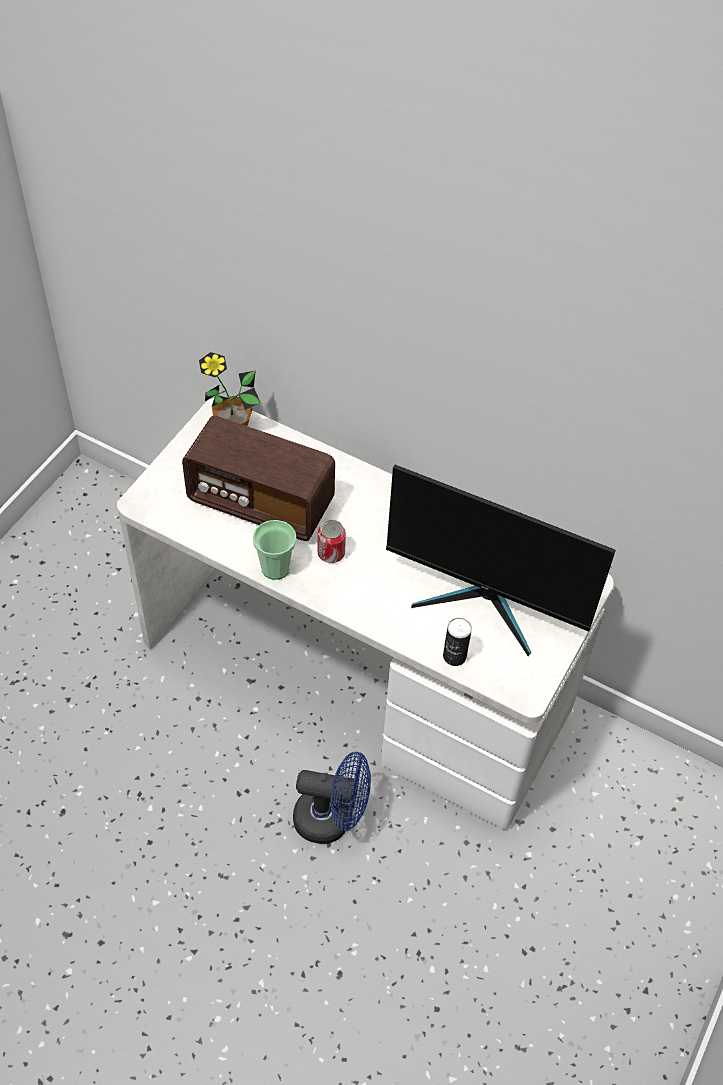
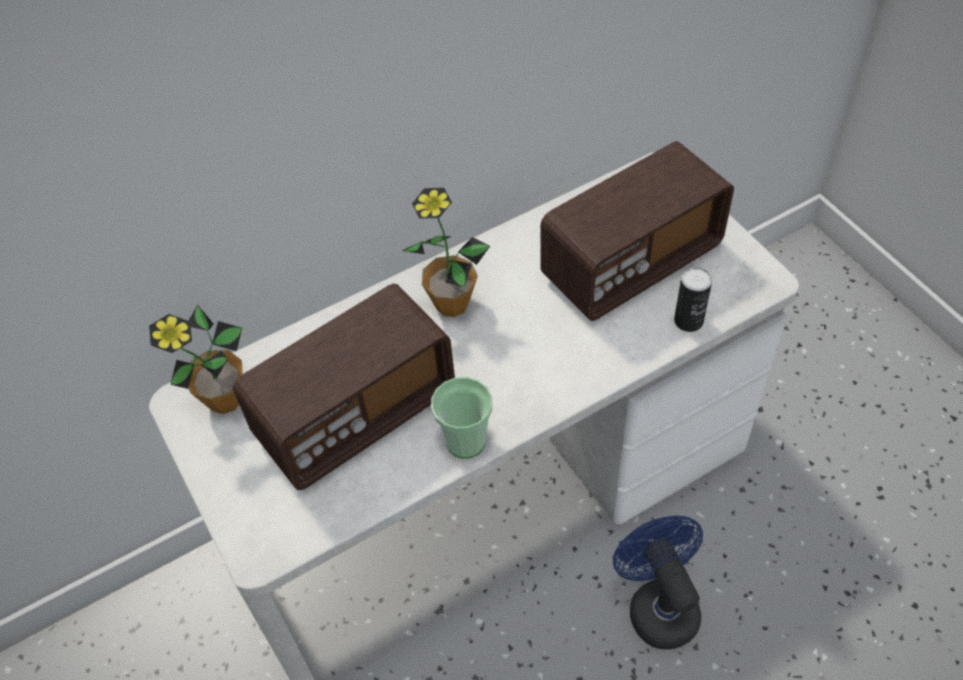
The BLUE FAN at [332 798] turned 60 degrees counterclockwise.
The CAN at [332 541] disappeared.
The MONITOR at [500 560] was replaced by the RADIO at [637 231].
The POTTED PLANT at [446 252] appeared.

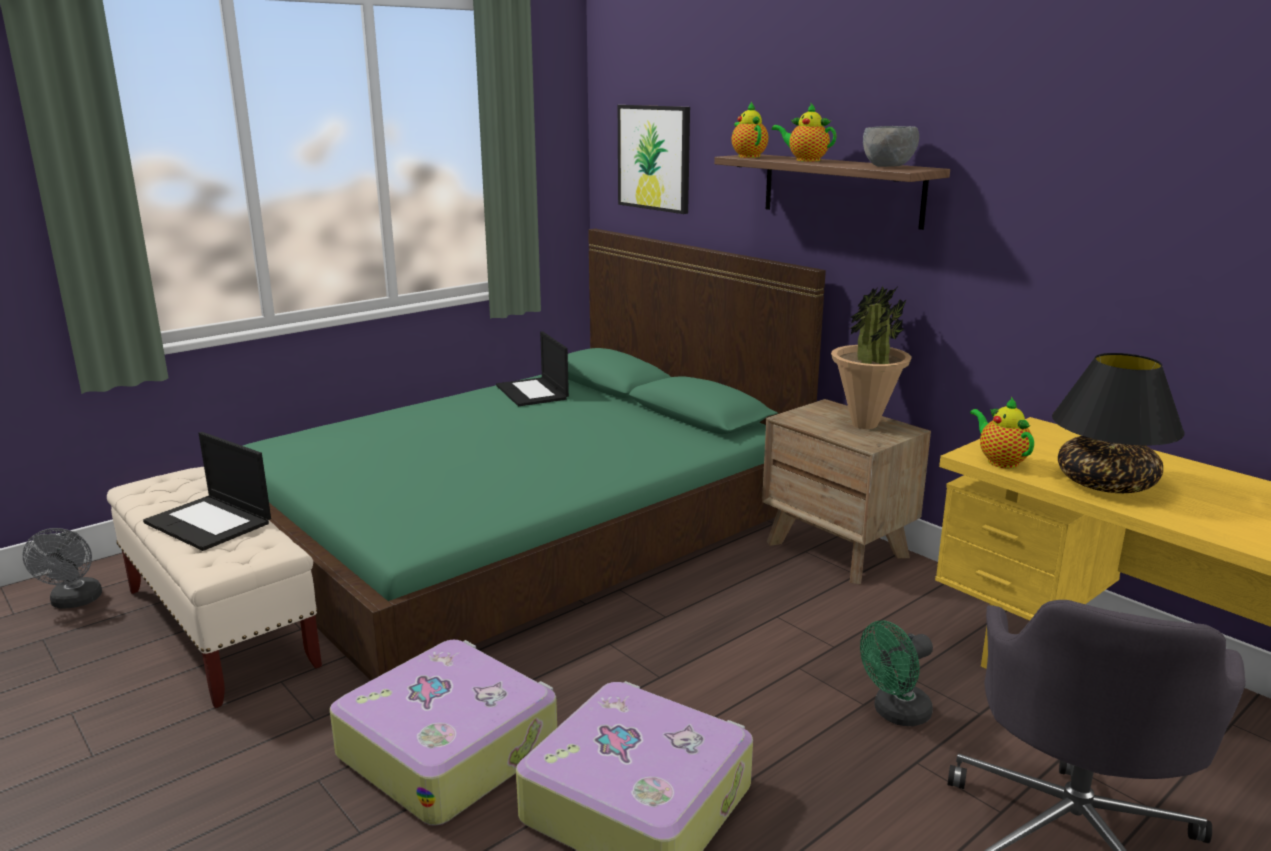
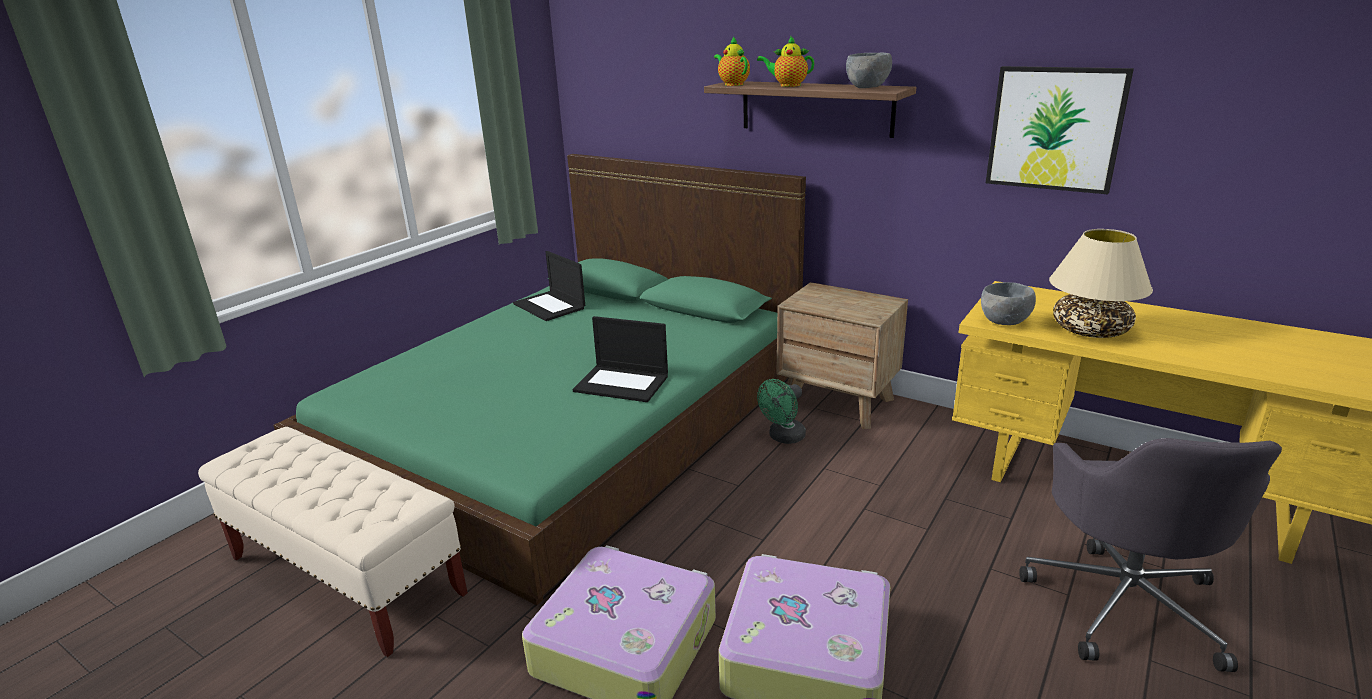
The GREY FAN at [62 568] disappeared.
The LAPTOP moved from [207 491] to [620 359].
The PICTURE moved from [654 159] to [1060 130].
The POTTED PLANT at [871 357] disappeared.
The GREEN FAN moved from [896 673] to [781 411].
The TEAPOT at [1002 433] was replaced by the GREY BOWL at [1008 303].
The BLACK TABLE LAMP at [1118 423] became the BEIGE TABLE LAMP at [1101 283].

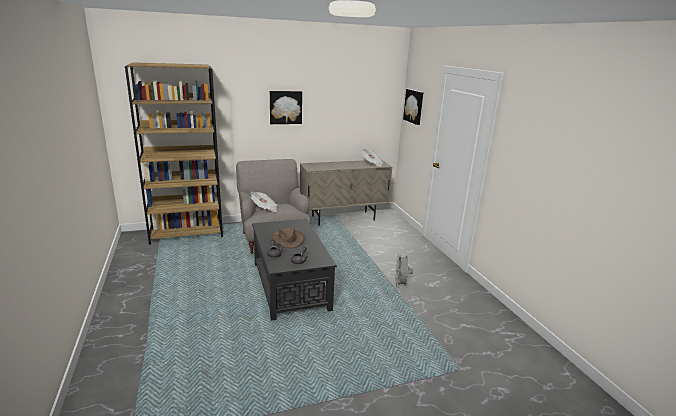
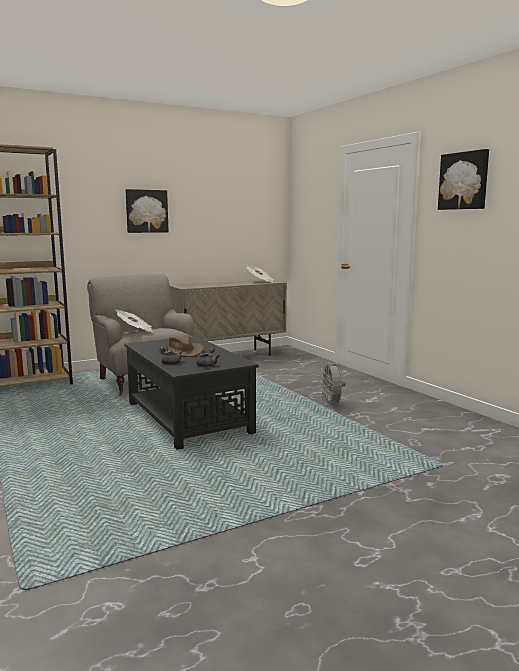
The PICTURE moved from [413 107] to [463 179].

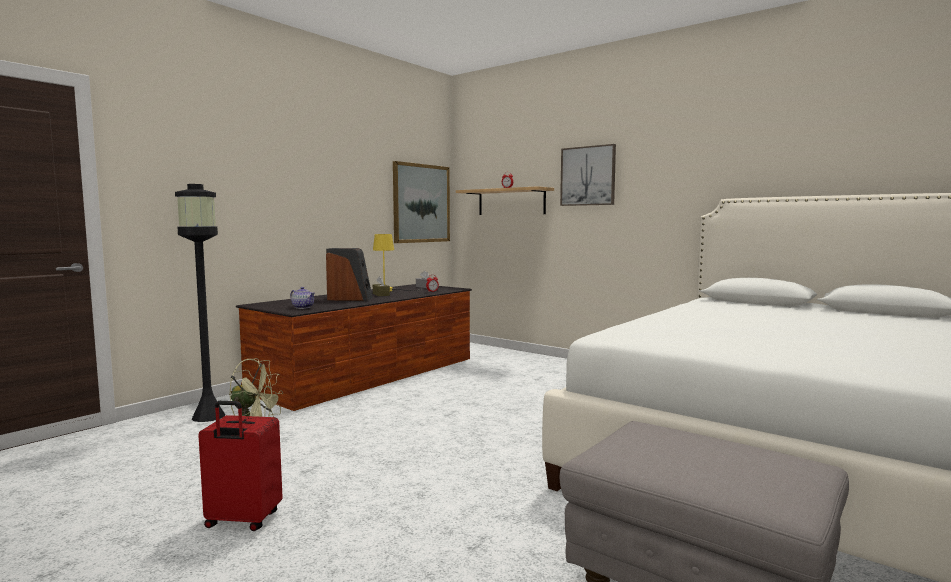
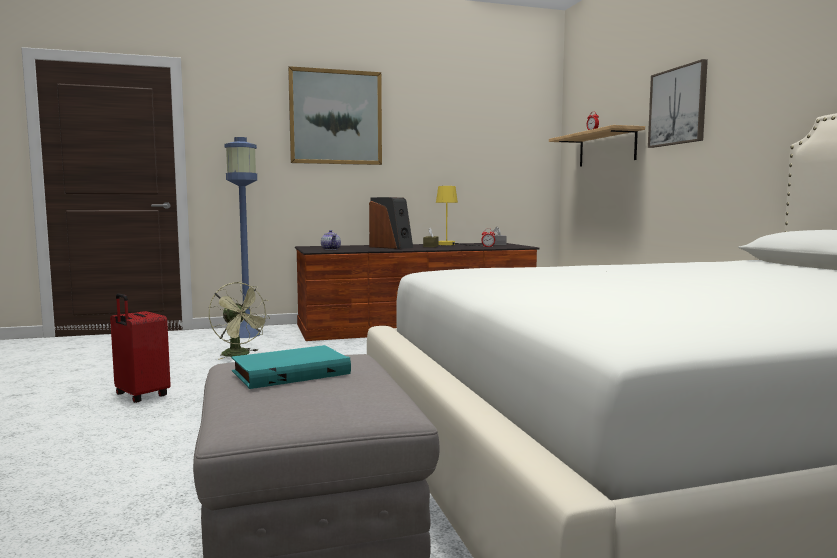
The BLACK FLOOR LAMP at [200 303] became the BLUE FLOOR LAMP at [242 237].
The PICTURE moved from [421 202] to [335 115].
The TURQUOISE BOOK at [291 367] appeared.

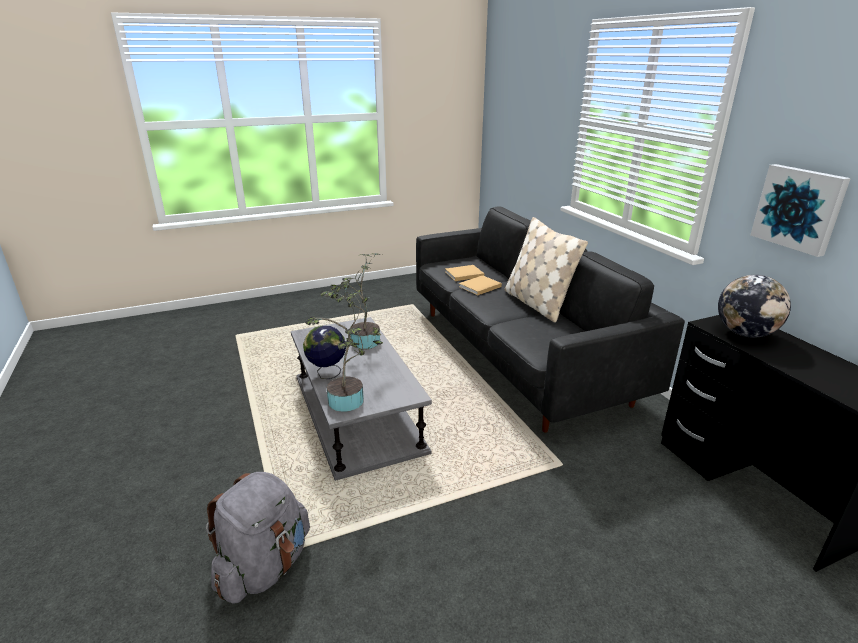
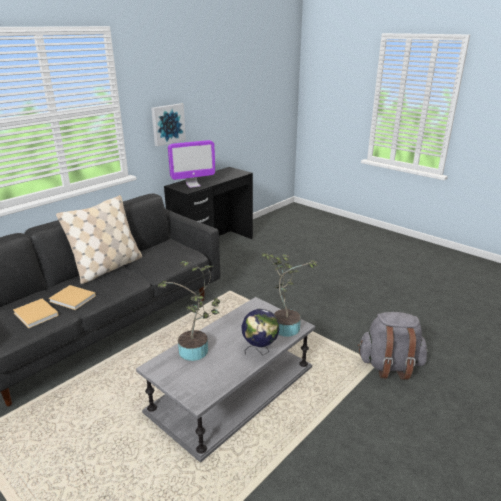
The GLOBE at [754 306] was replaced by the MONITOR at [191 164].

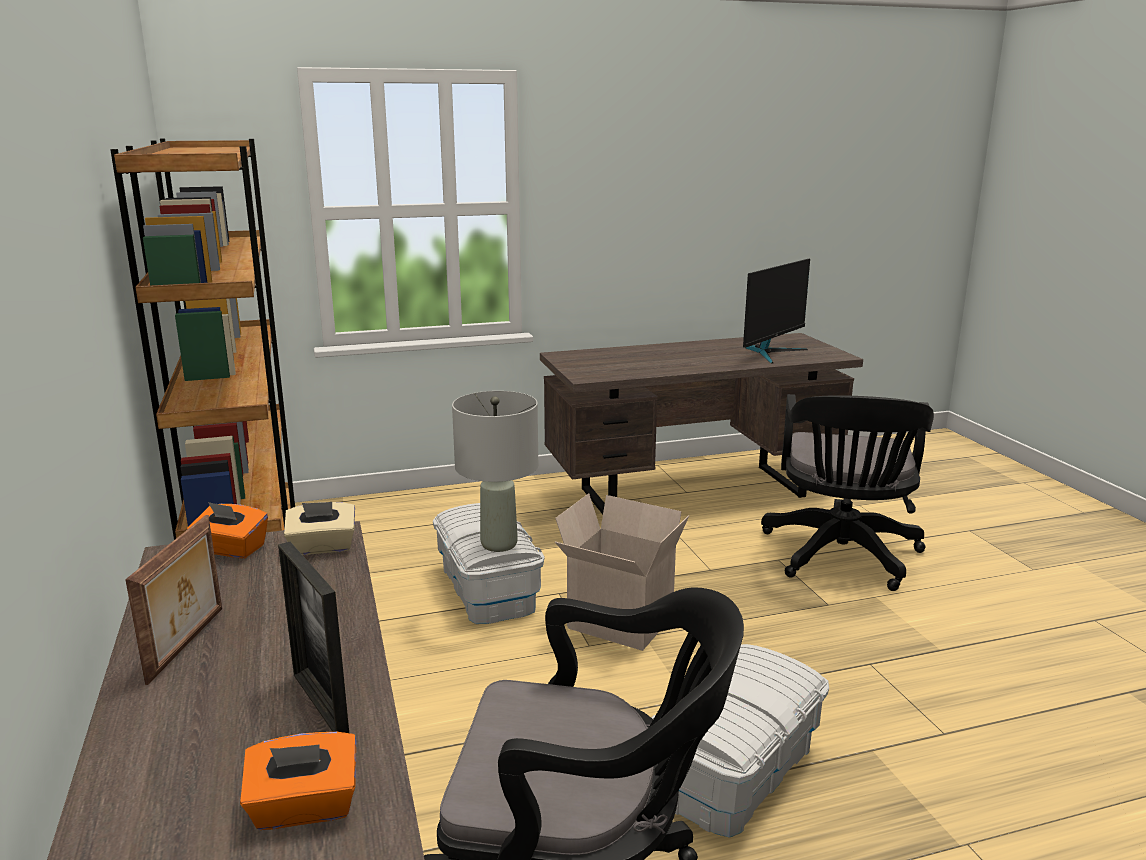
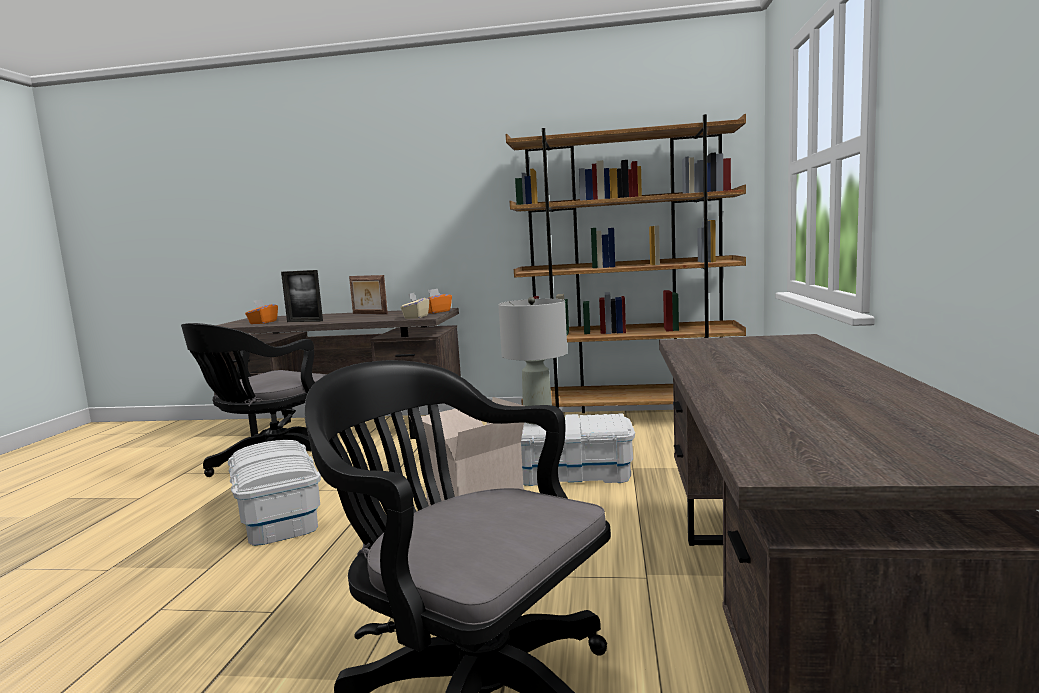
The PICTURE FRAME at [313 637] turned 150 degrees counterclockwise.
The MONITOR at [776 311] disappeared.

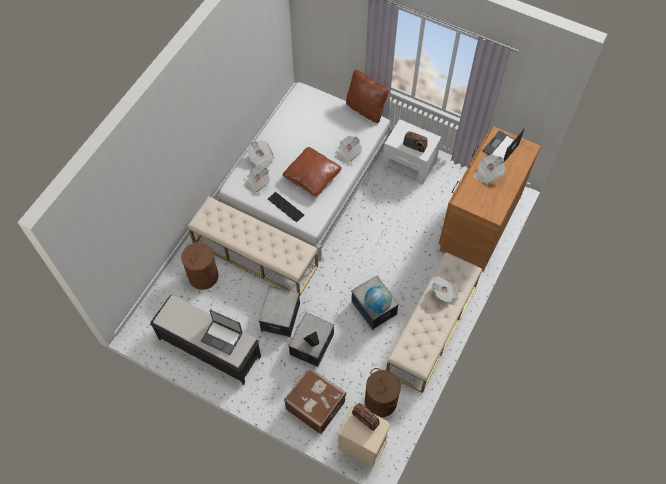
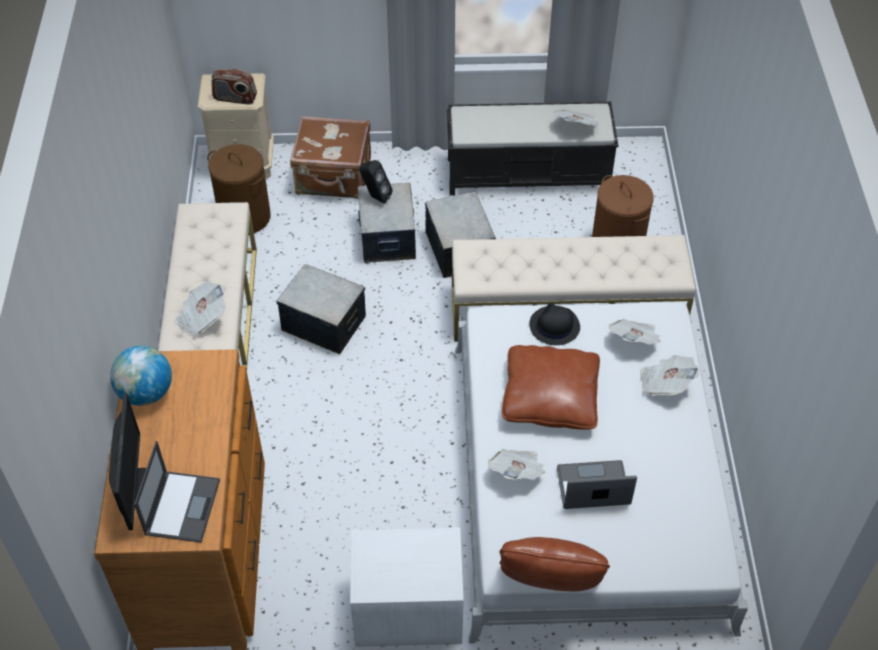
The LAPTOP moved from [221 332] to [597 484].
The KEYBOARD at [286 207] was replaced by the BLACK HAT at [554 324].
The GLOBE moved from [378 299] to [141 376].
The RADIO at [415 141] disappeared.
The NEWSPAPER moved from [489 169] to [575 117].
The MONITOR at [127 462] appeared.

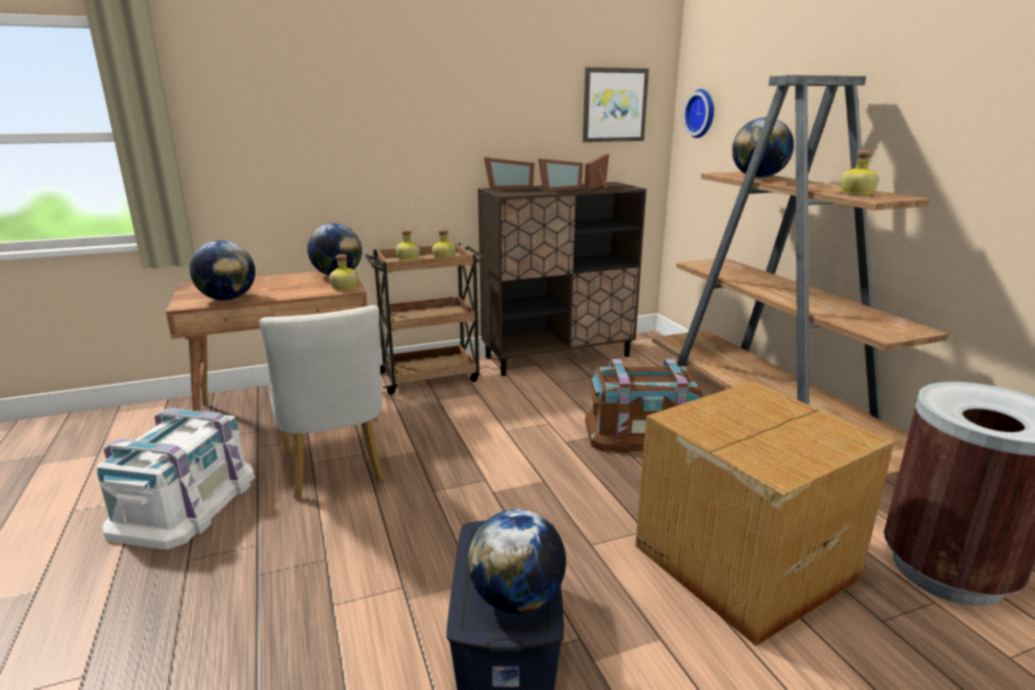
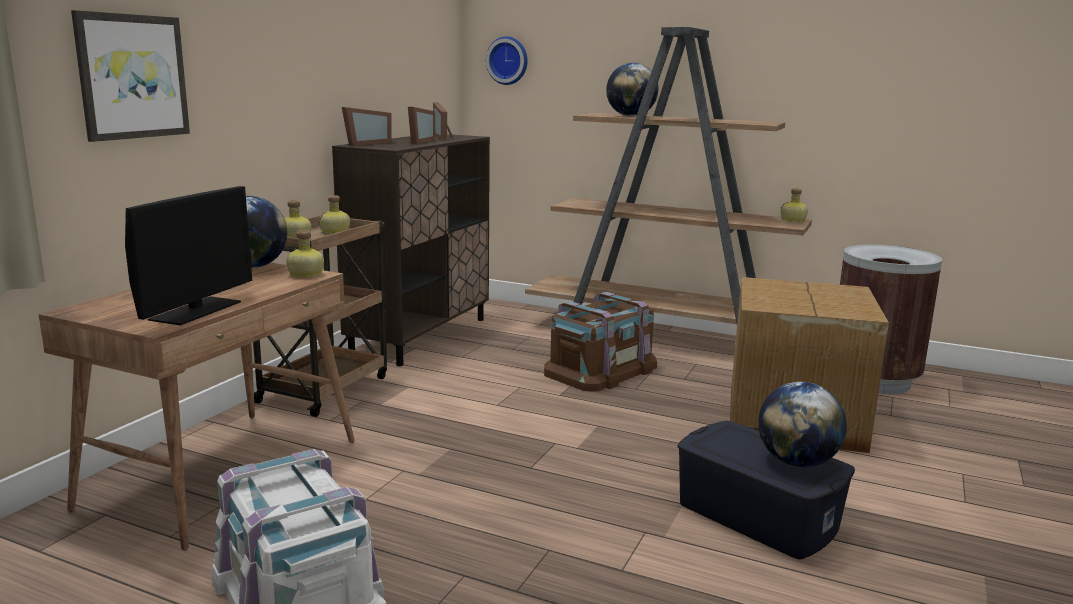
The GLOBE at [222 270] was replaced by the MONITOR at [188 256].
The WHITE CHAIR at [322 402] disappeared.
The PICTURE moved from [616 104] to [130 76].
The BOTTLE moved from [859 173] to [794 205].

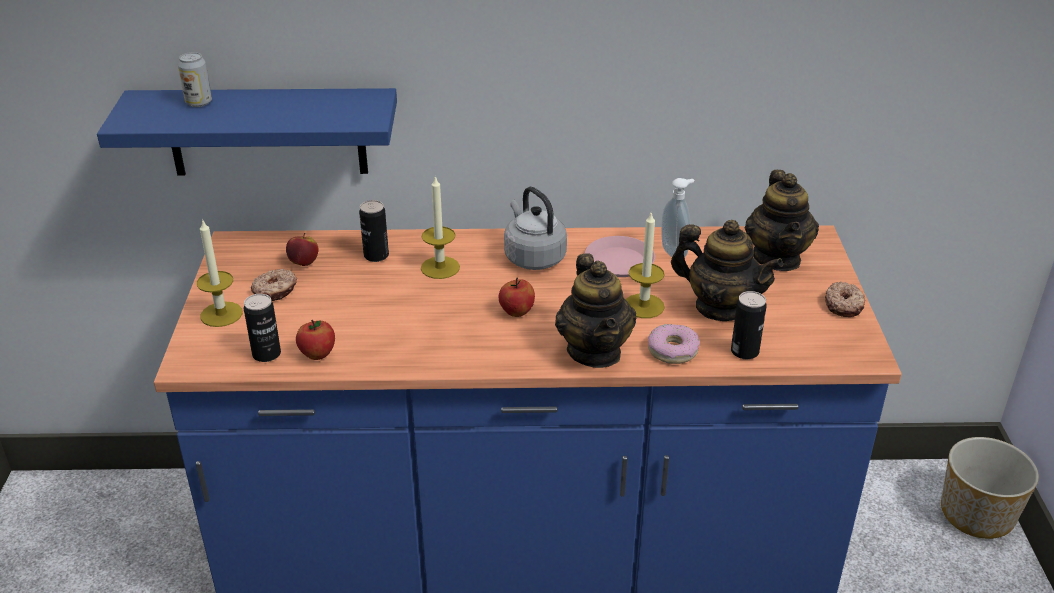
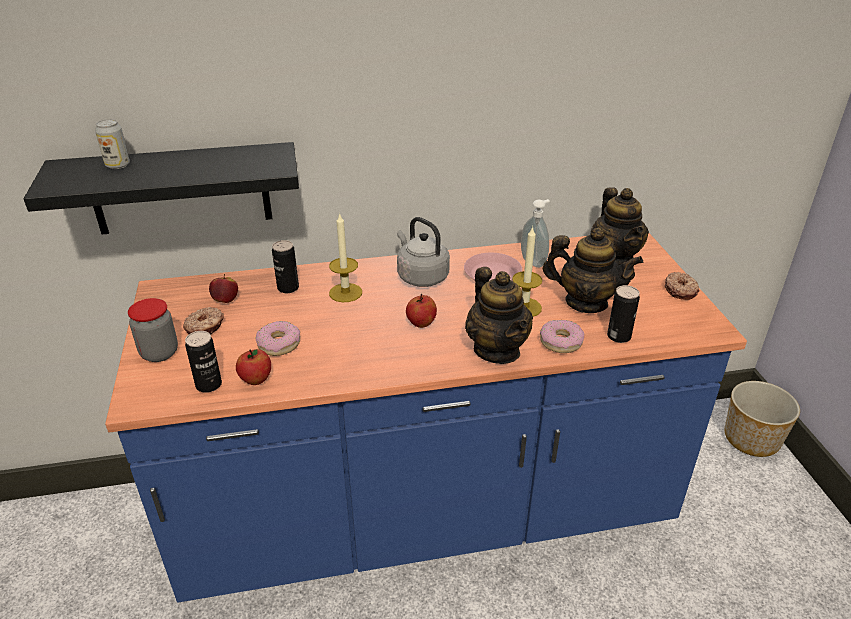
The BLUE SHELF at [247 132] became the BLACK SHELF at [161 188].
The CANDLE at [220 273] was replaced by the JAR at [153 330].
The DONUT at [277 338] appeared.

